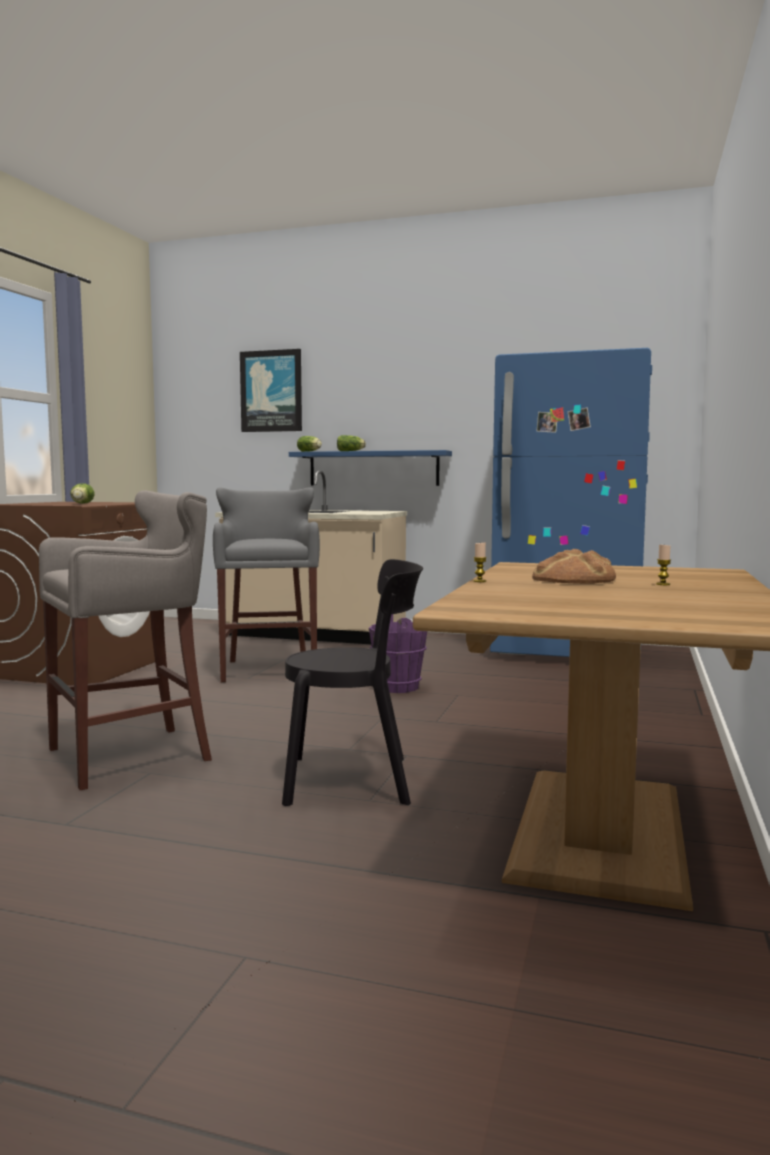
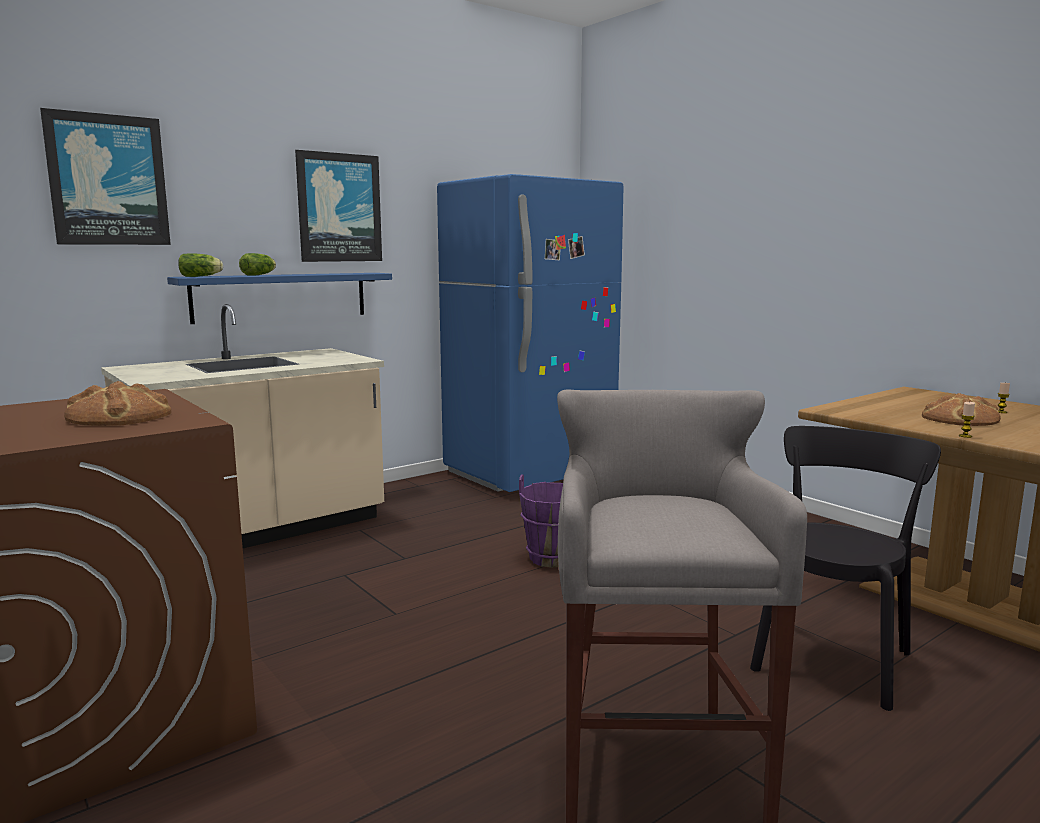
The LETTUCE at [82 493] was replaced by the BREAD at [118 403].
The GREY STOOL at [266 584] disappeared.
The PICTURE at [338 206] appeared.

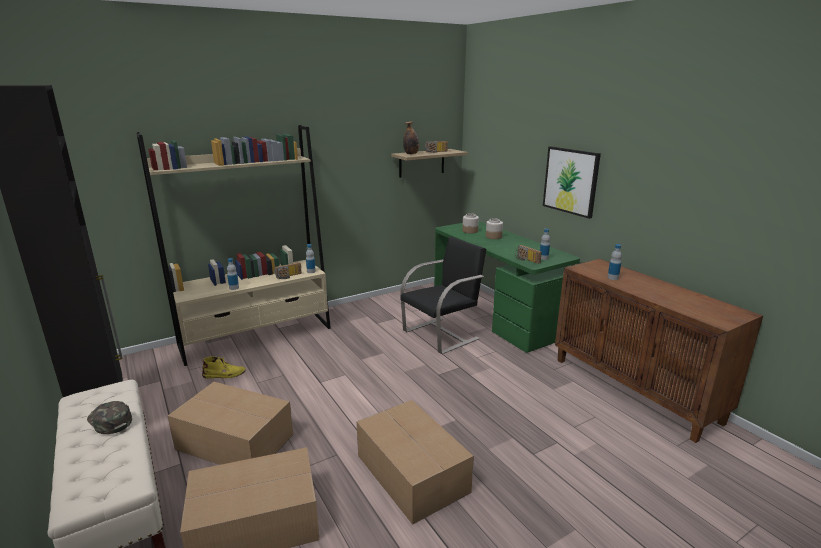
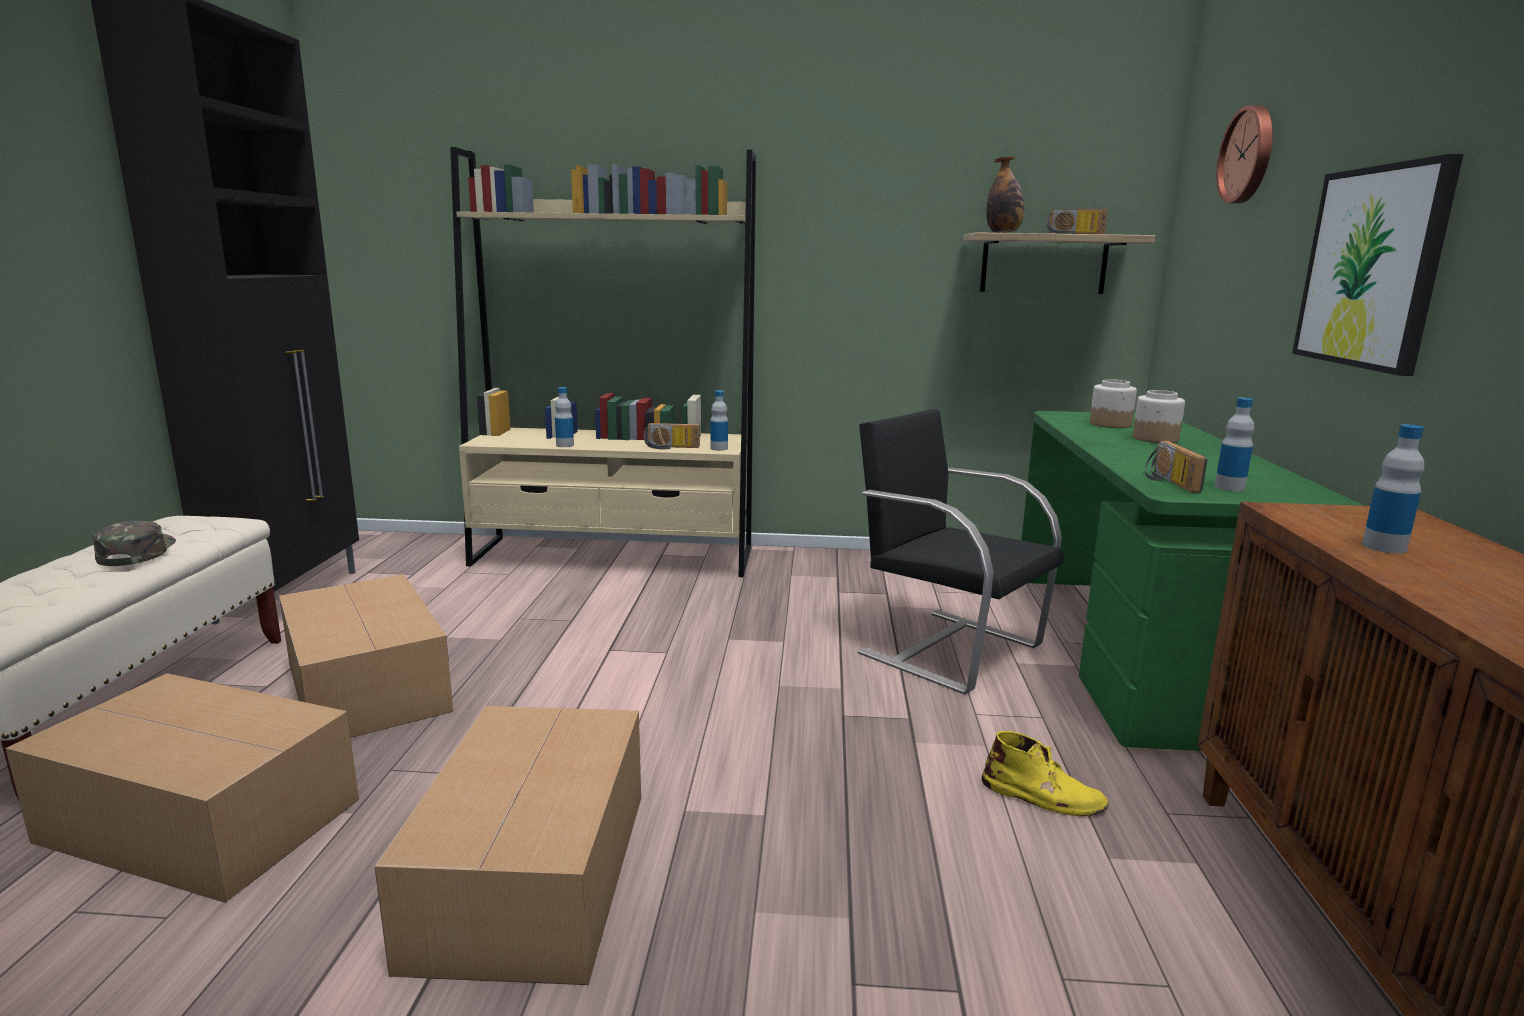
The YELLOW BOOT moved from [224 368] to [1045 773].
The BLACK CHAIR at [443 295] turned 135 degrees counterclockwise.
The WALL CLOCK at [1244 154] appeared.

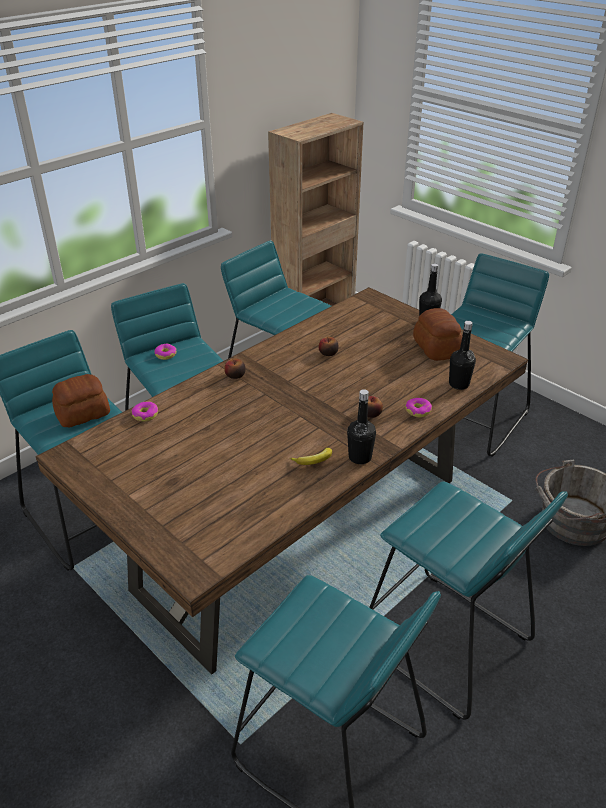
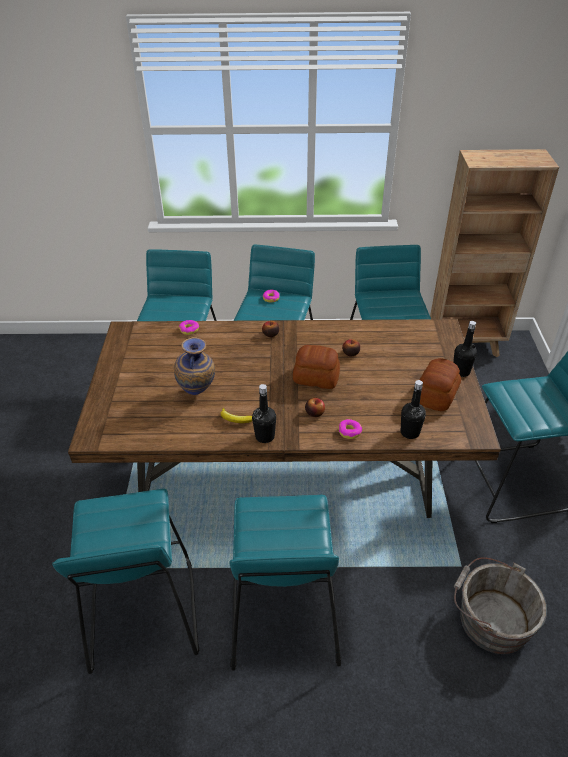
The BREAD moved from [81 400] to [316 367].
The VASE at [194 366] appeared.

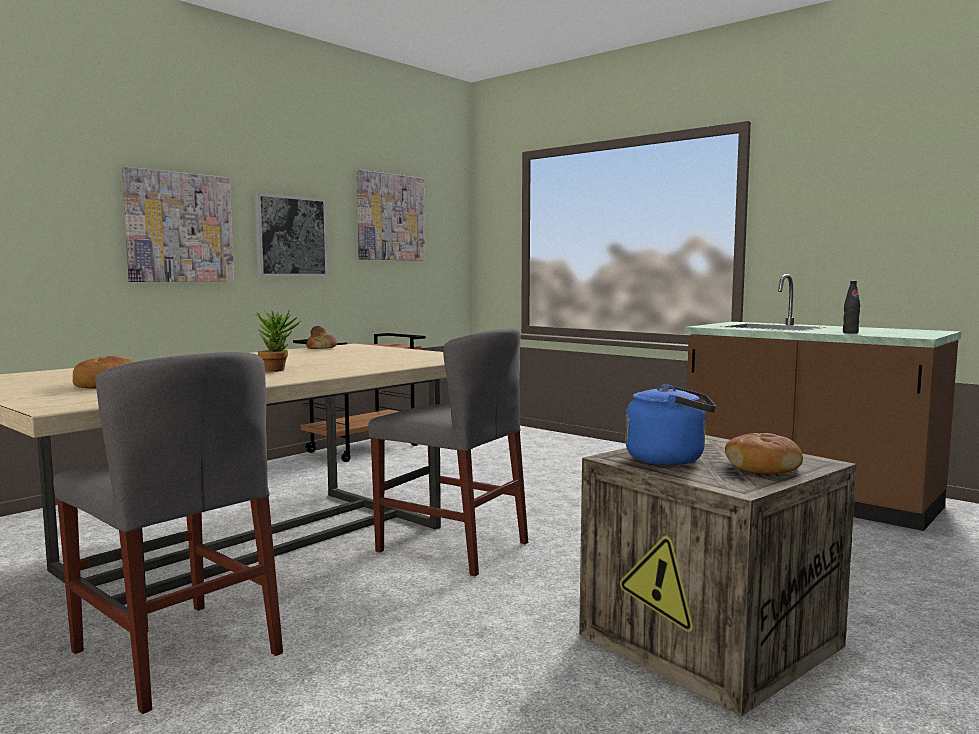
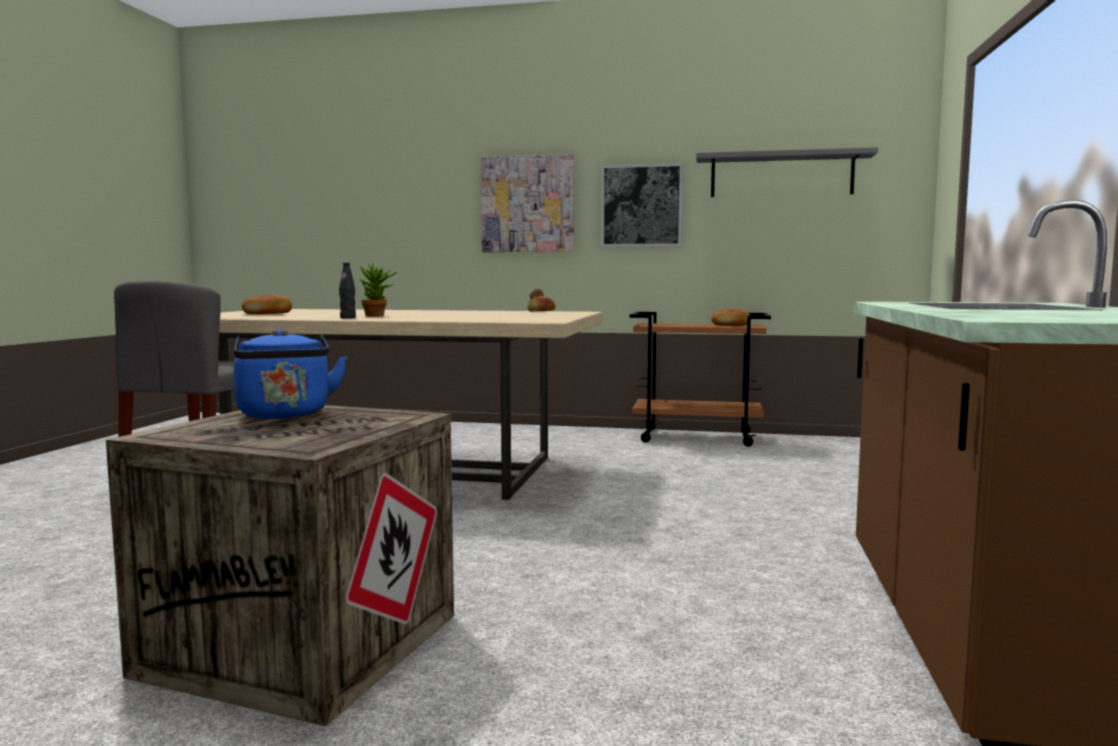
The PICTURE at [391 215] was replaced by the GREY SHELF at [787 172].
The GREY CHAIR at [448 452] disappeared.
The BREAD moved from [764 453] to [731 317].
The BLACK BOTTLE moved from [851 307] to [347 291].

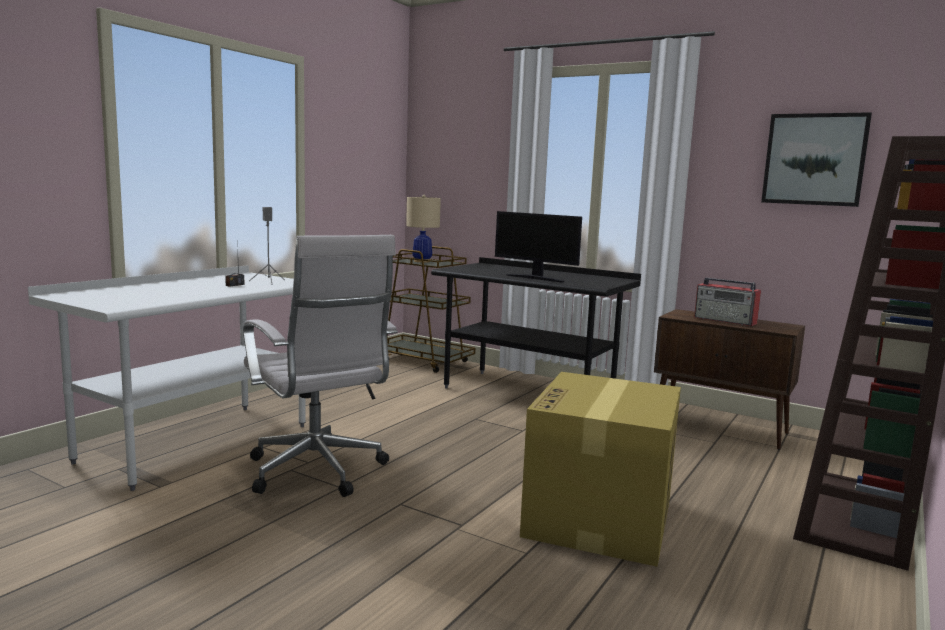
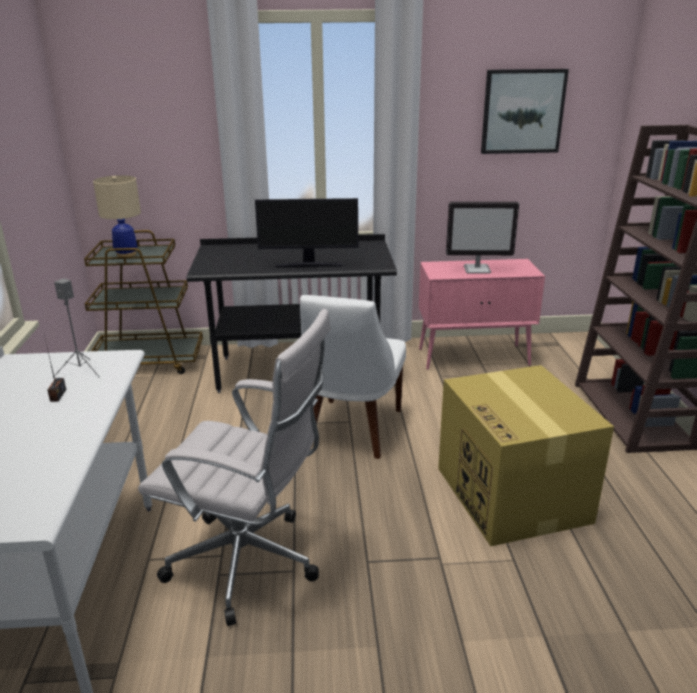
The BROWN CABINET at [729 379] became the PINK CABINET at [482 314].
The RADIO at [727 302] was replaced by the MONITOR at [482 238].
The WHITE CHAIR at [353 377] appeared.

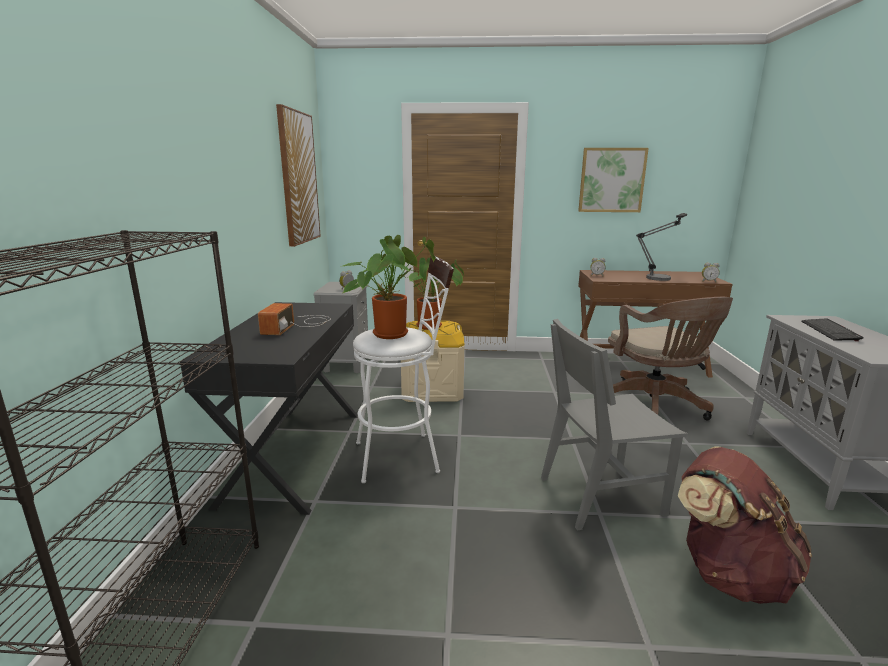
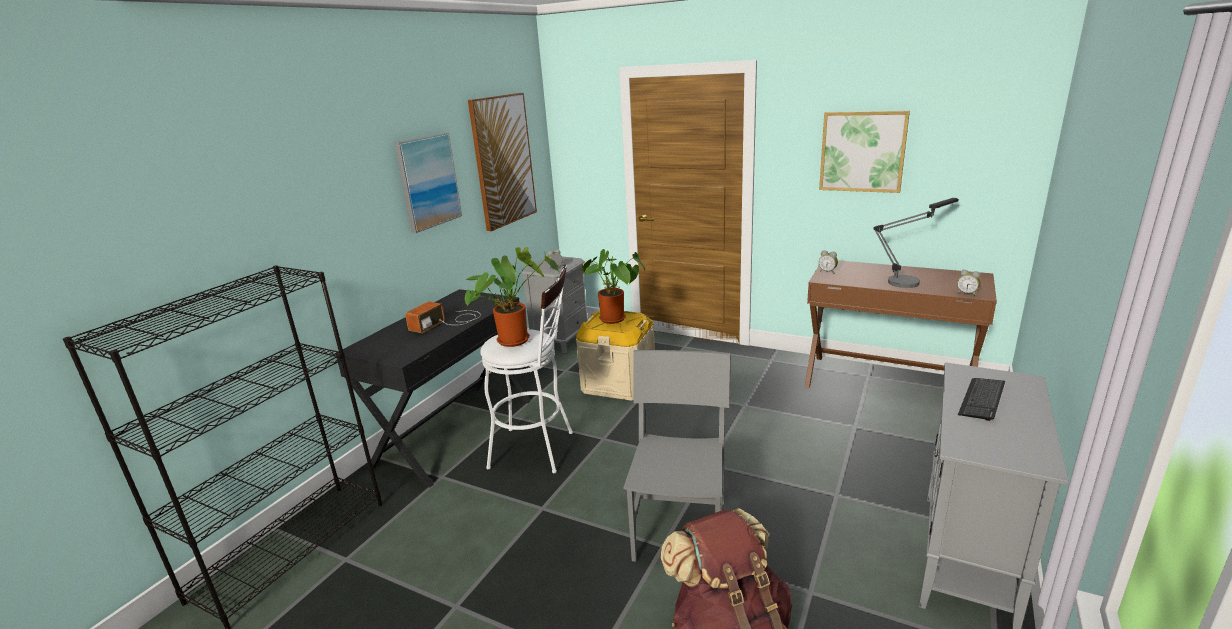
The GREY CHAIR at [614 424] turned 90 degrees clockwise.
The BROWN OFFICE CHAIR at [670 358] disappeared.
The PICTURE at [428 182] appeared.

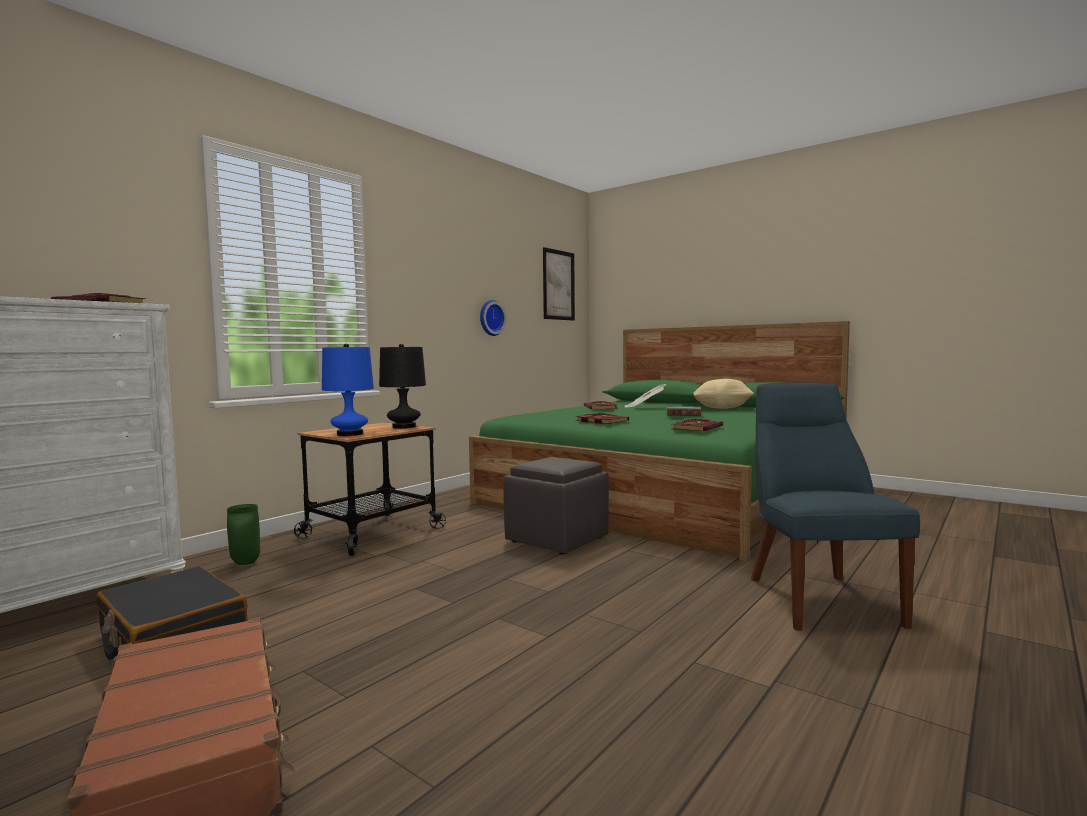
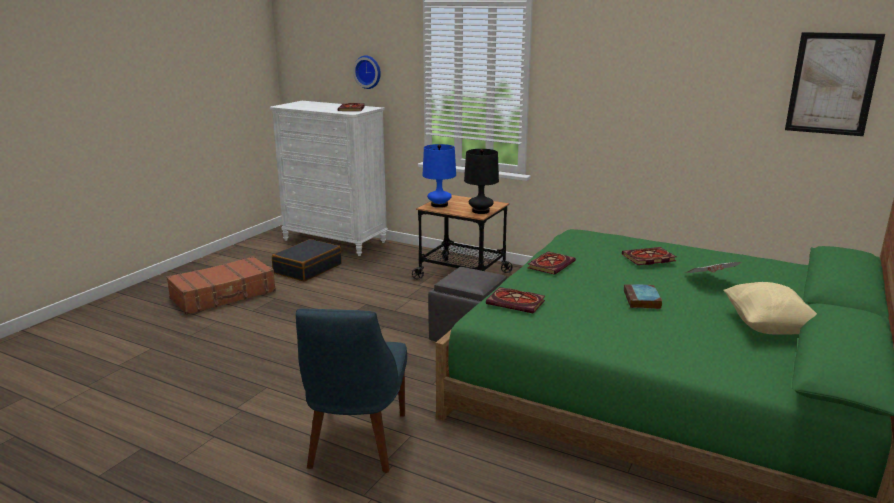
The GREEN VASE at [243 534] disappeared.
The WALL CLOCK moved from [493 318] to [367 72].
The BLUE CHAIR at [835 506] turned 105 degrees clockwise.

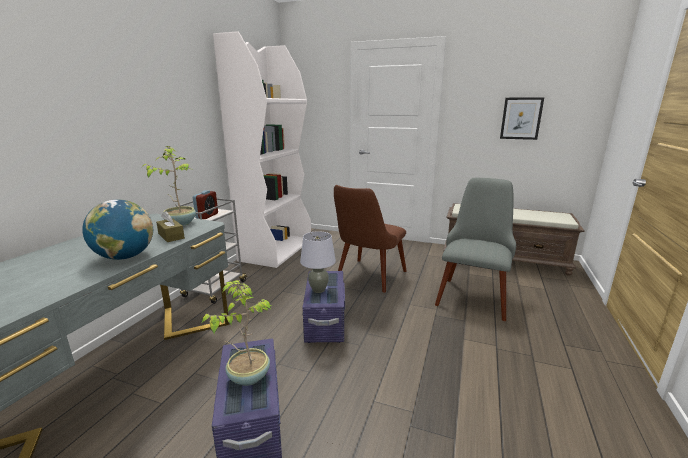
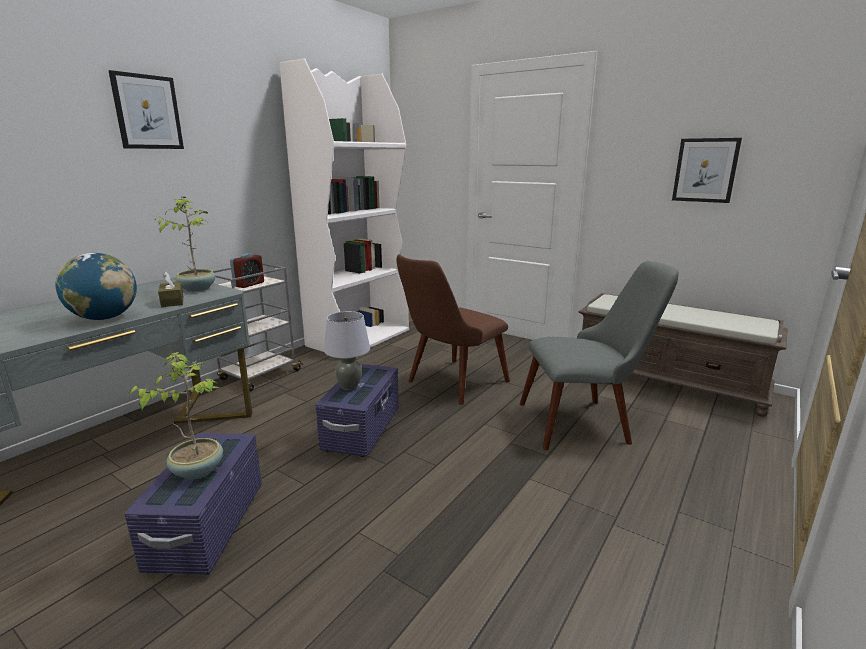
The GREY CHAIR at [475 249] turned 45 degrees clockwise.
The PICTURE at [146 109] appeared.

